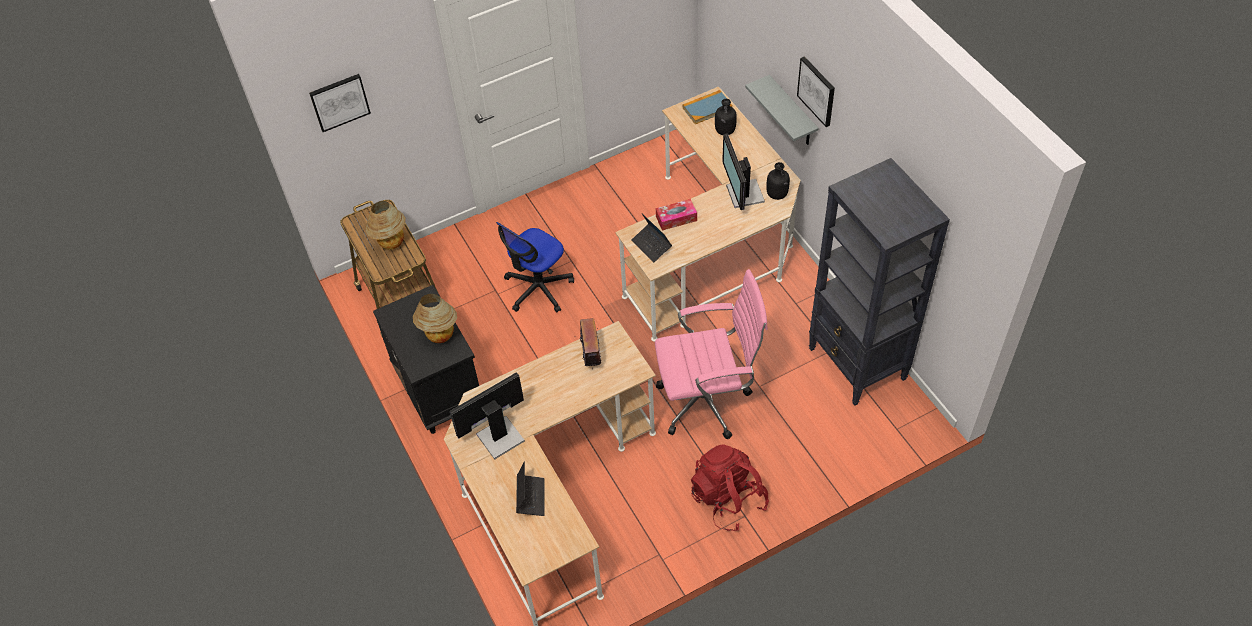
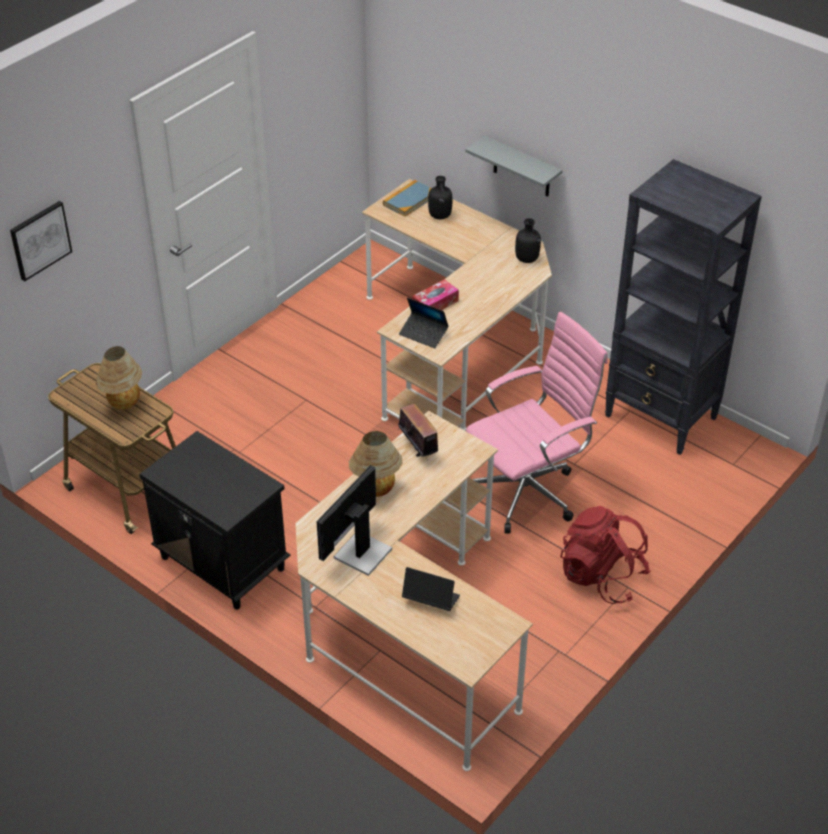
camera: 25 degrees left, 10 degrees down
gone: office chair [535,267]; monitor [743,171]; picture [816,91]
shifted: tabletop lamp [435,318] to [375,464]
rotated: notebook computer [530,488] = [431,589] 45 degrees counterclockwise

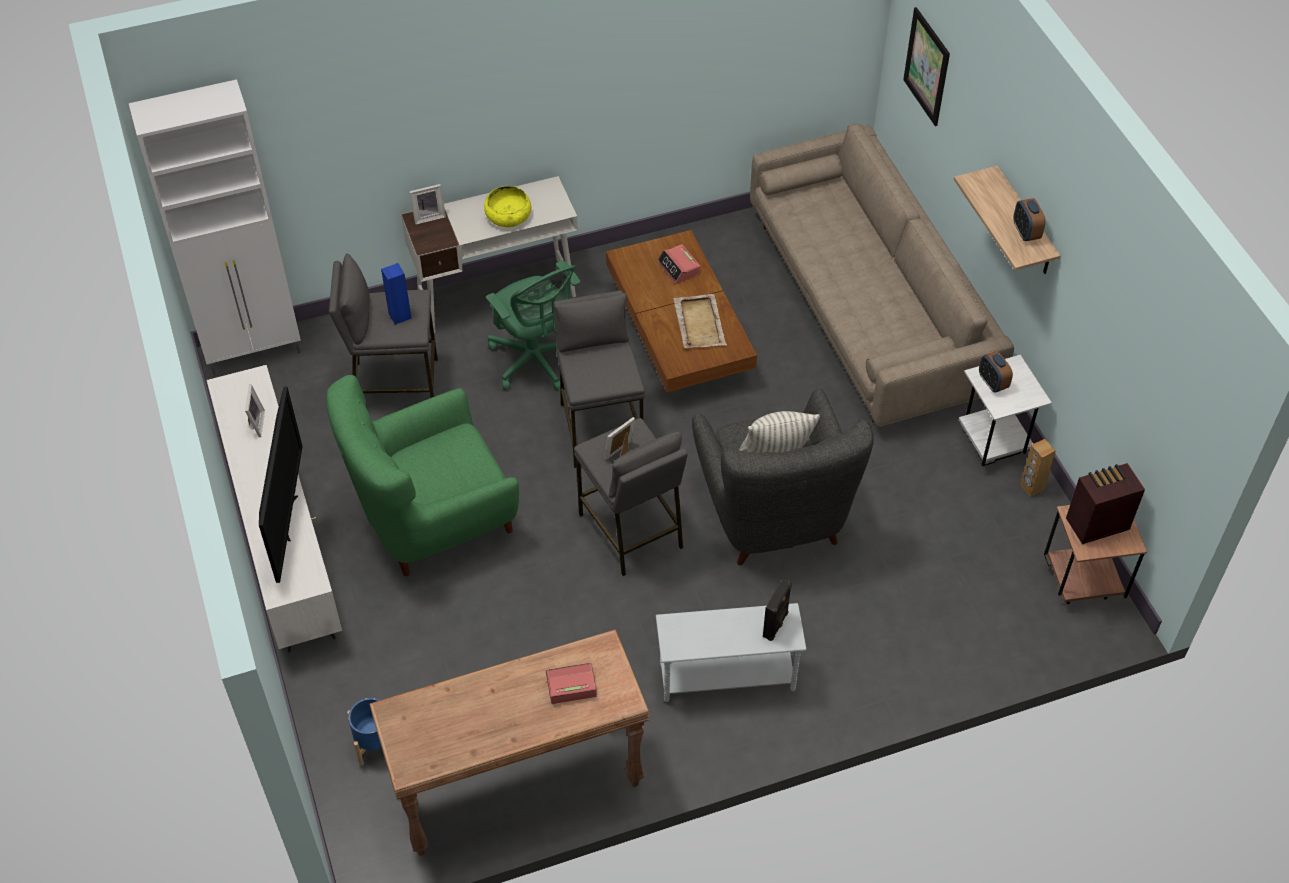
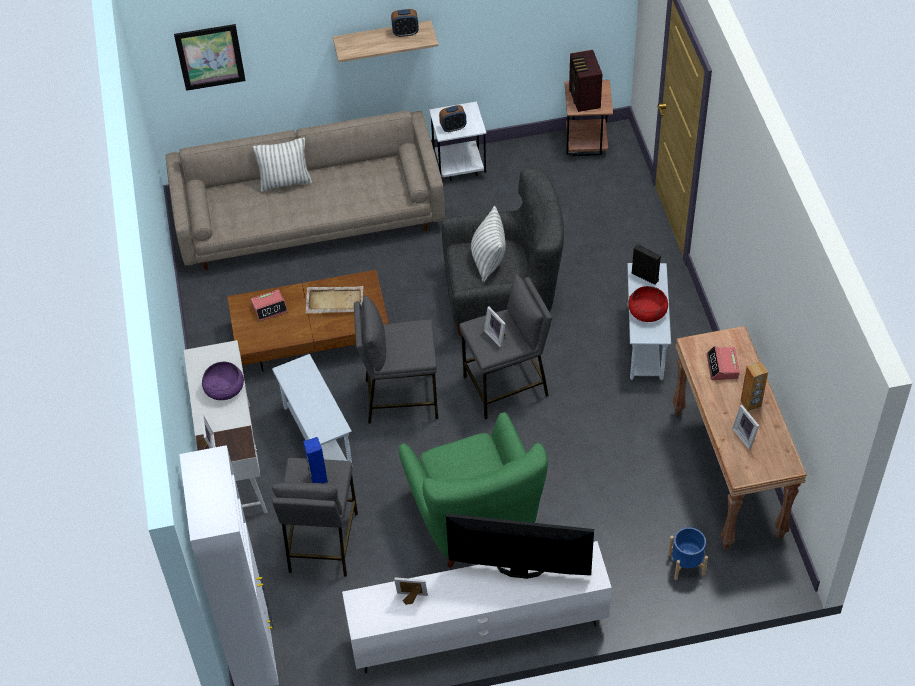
camera: 80 degrees left, 0 degrees up
new: cushion [283,164]; serving bowl (red-coloured) [648,304]; standing frame [745,427]
shifted: loudspeaker (brown-coloured) [1038,468] to [754,386]
swapped: office chair (greenish) [533,325] to end table (whitish) [312,408]
repainted: serving bowl (yellow) [507,207] to serving bowl (purple-coloured) [223,381]

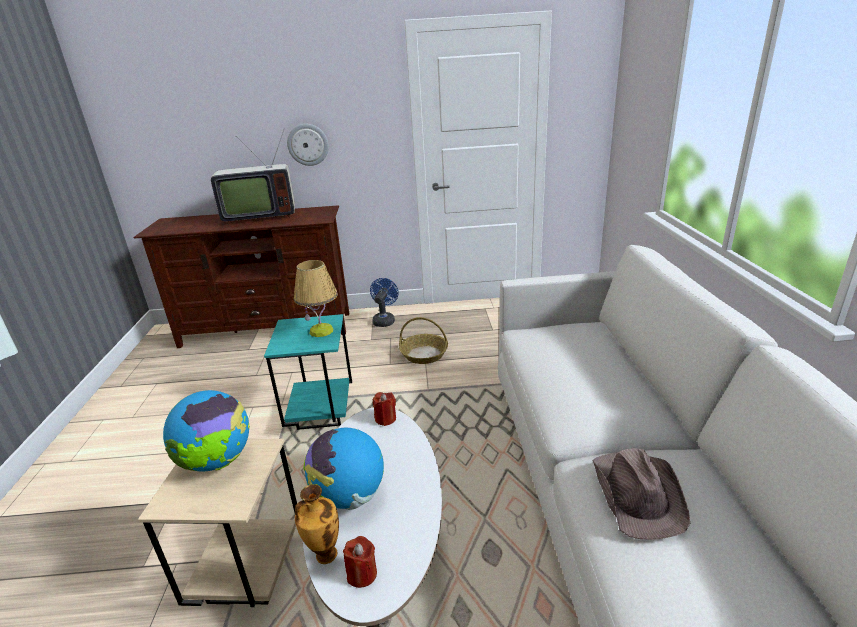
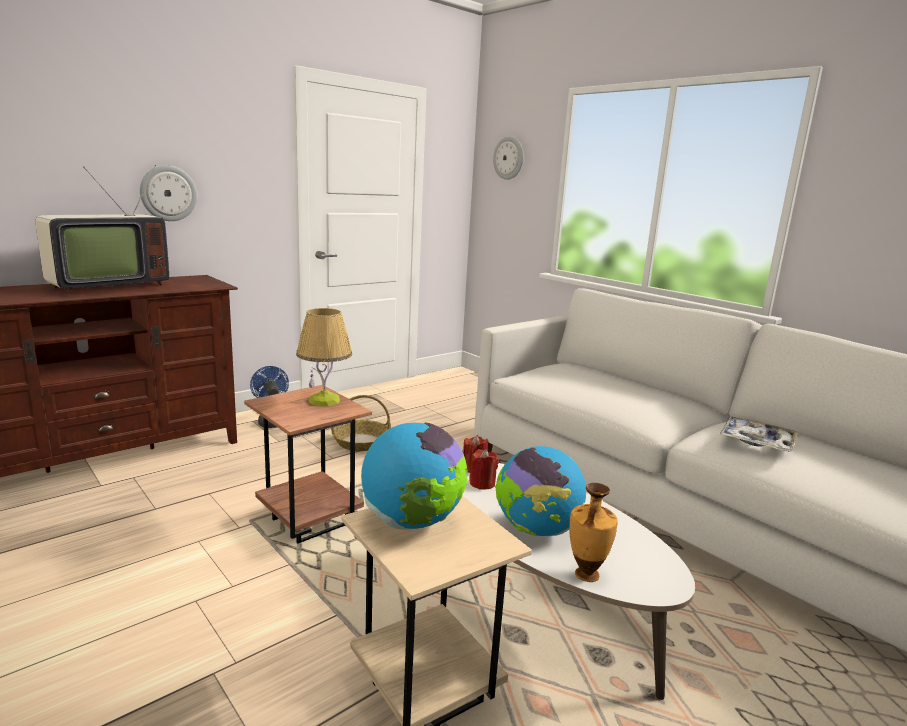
camera: 40 degrees left, 10 degrees down
new: wall clock [508,158]
shifted: candle (red-coloured) [360,562] to [484,469]
swapped: clothing hat (brown-coloured) [641,494] to serving tray [759,434]
repainted: end table (blue-green) [308,372] to end table (brown-coloured) [308,464]

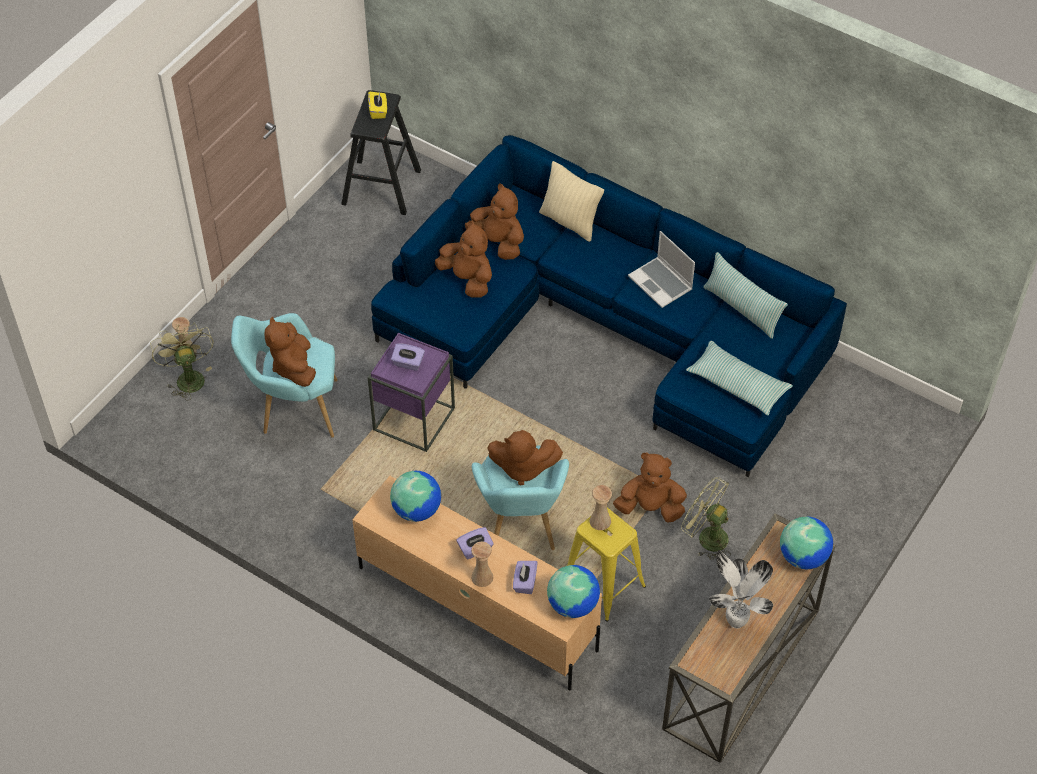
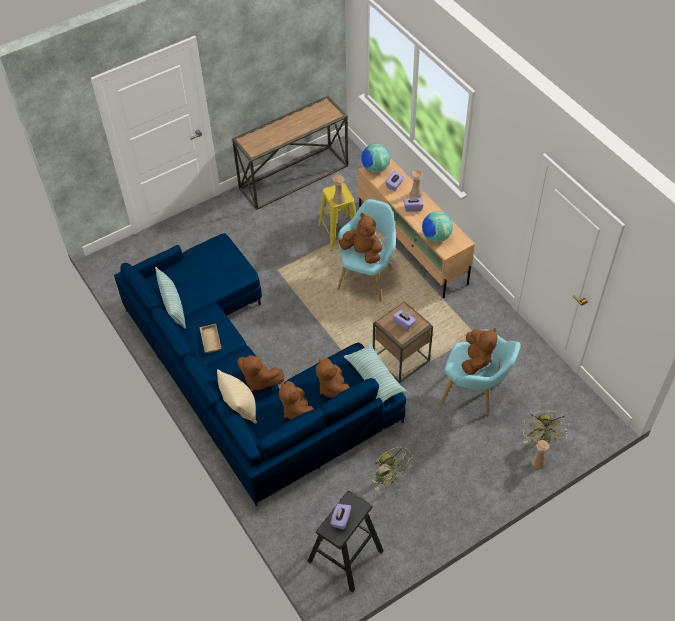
camera: 155 degrees left, 0 degrees up
gone: plant in a pot [741,589]; globe [806,543]
shifted: soft toy (brown-coloured) [650,488] to [261,373]; cooling fan (greenish) [706,518] to [392,468]; cushion [739,378] to [375,372]
swapped: notebook computer [661,269] to serving tray (sand-coloured) [210,338]
repainted: tissue box (yellow) [377,105] to tissue box (purple-coloured) [340,517]; end table (purple-coloured) [411,392] to end table (brown-coloured) [403,342]

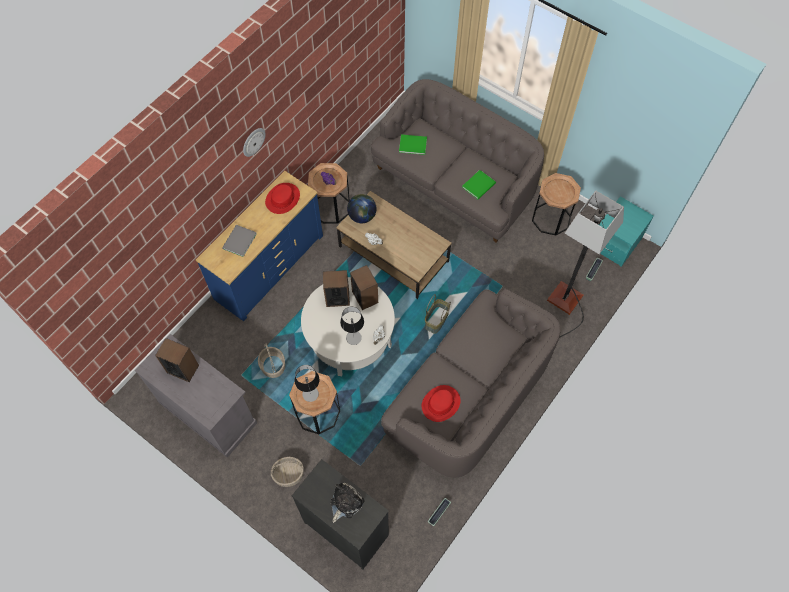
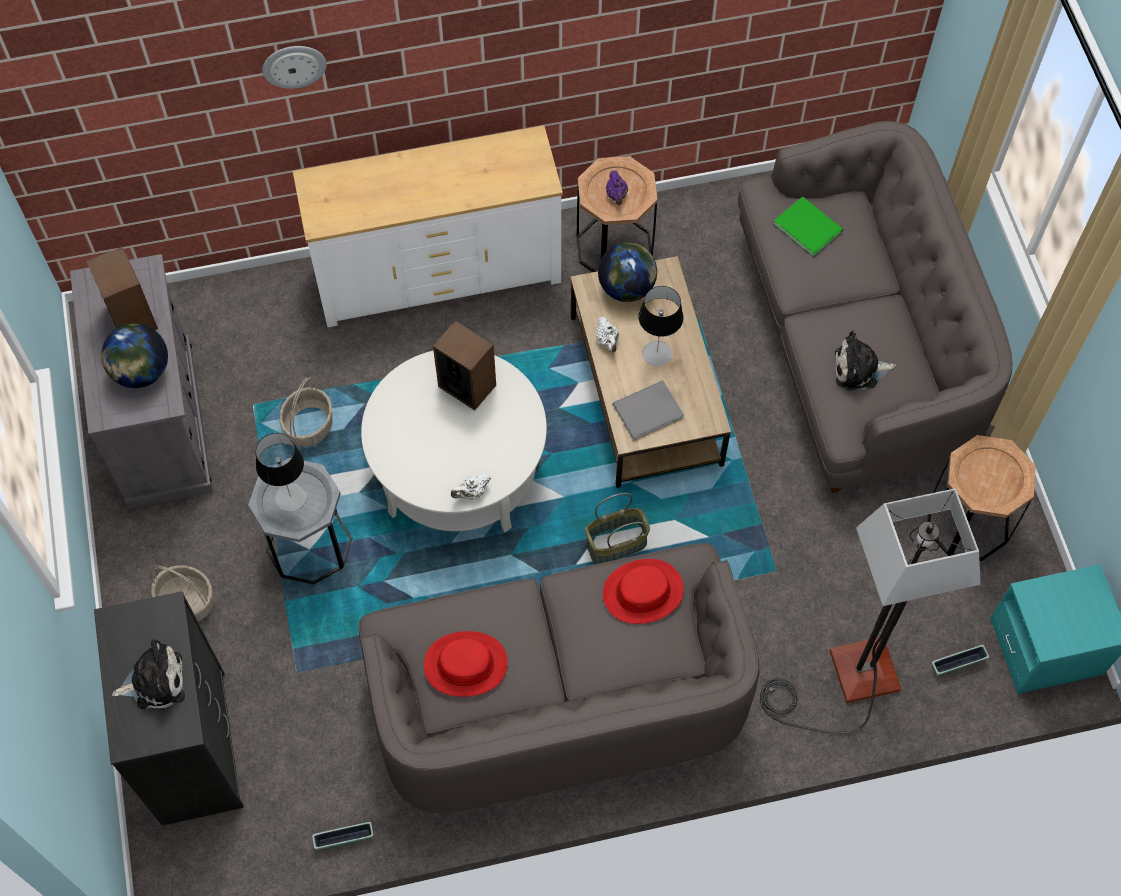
camera: 40 degrees right, 0 degrees up
gone: loudspeaker [364,287]
new: globe [134,355]
shifted: bound book (gray) [239,241] to [648,410]; wall clock [254,142] to [294,67]; clothing hat (red-coloured) [282,198] to [643,591]; tabletop lamp [352,326] to [660,326]
swapped: bound book (greenish) [479,184] to soft toy [865,360]
repainted: dresser (blue) [259,246] to dresser (whitish) [428,226]; end table (brown-coloured) [314,402] to end table (gray) [300,521]

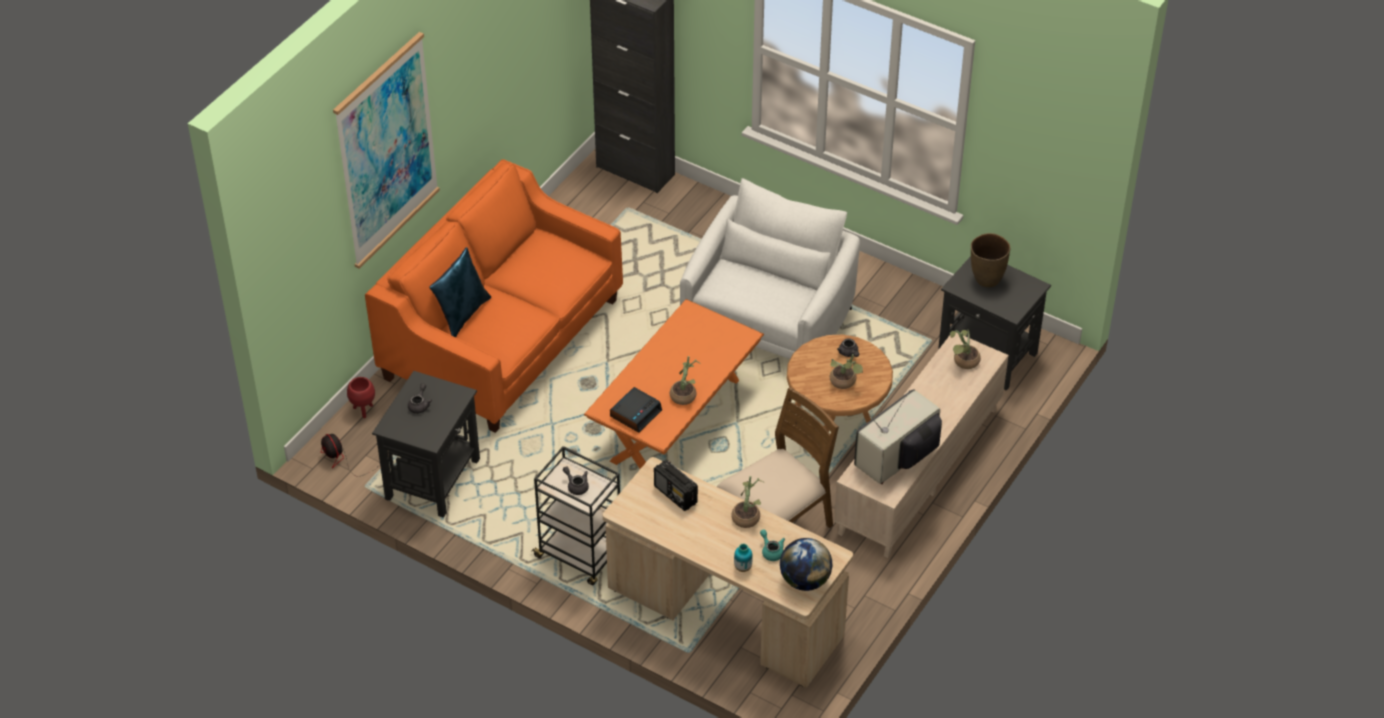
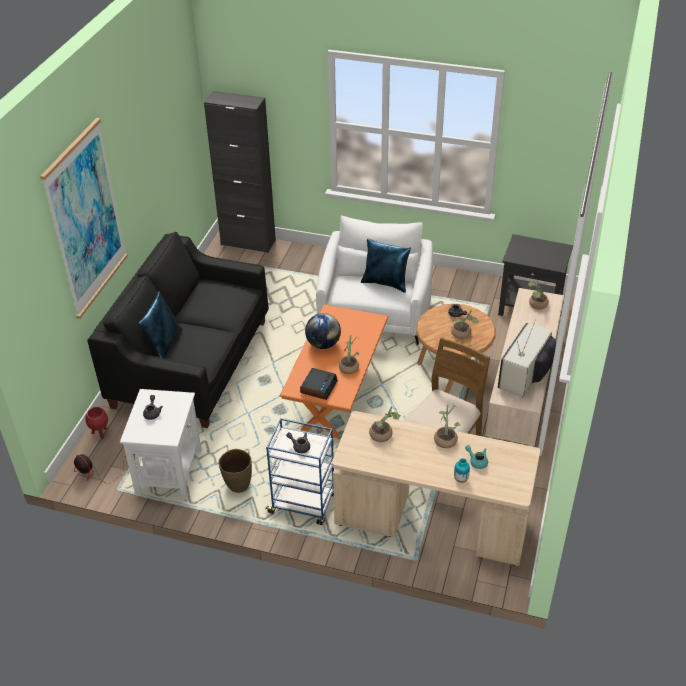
camera: 15 degrees left, 5 degrees down
new: cushion (blue) [386,266]
shifted: globe [806,564] to [323,331]; vase (brown-coloured) [990,260] to [235,471]
swapped: radio set [676,485] to plant in a pot [384,424]
repainted: couch (orange-coloured) [494,296] to couch (blackish) [178,330]; end table (blackish) [426,444] to end table (whitish) [161,444]; wheeled cart (blackish) [575,515] to wheeled cart (blue) [299,471]

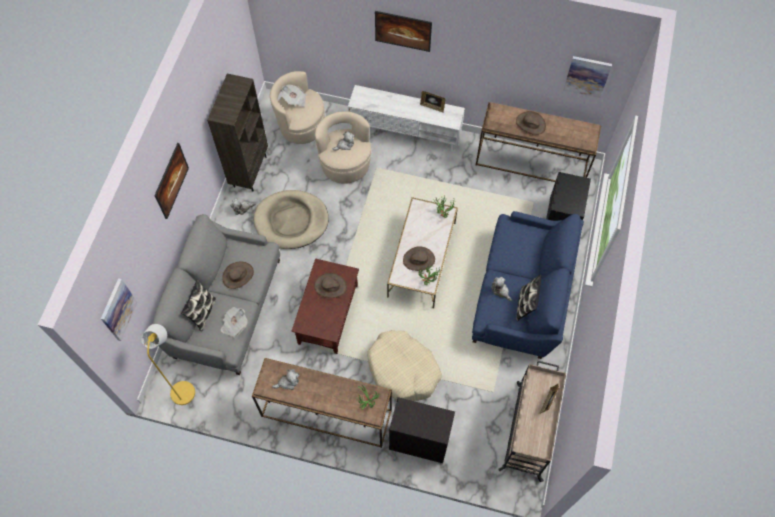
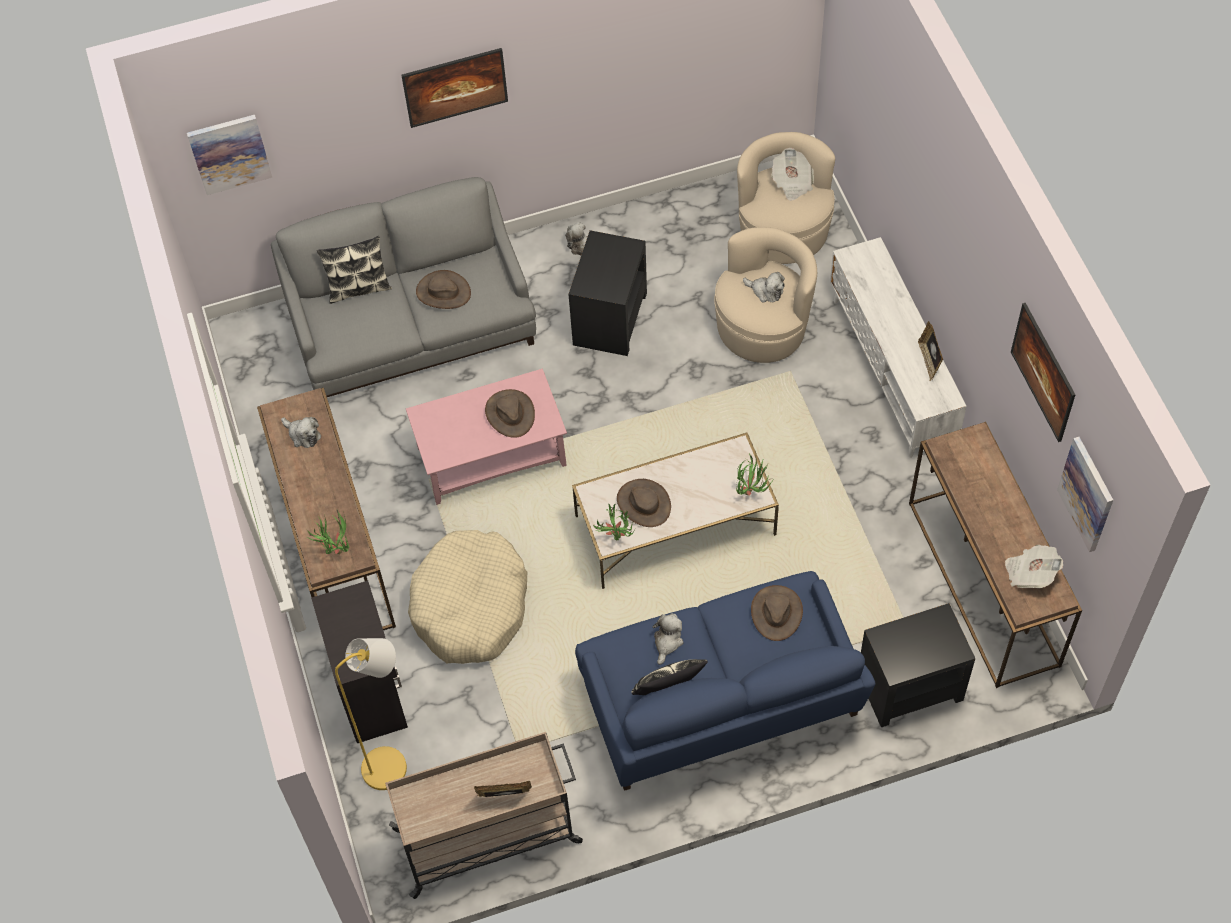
camera: 60 degrees right, 5 degrees down
gone: bookshelf (brown-coloured) [237,133]
shifted: floor lamp (yellow) [168,364] to [371,714]; newspaper [234,322] to [1034,566]; picture [403,31] to [1043,372]; clothing hat (brown-coloured) [531,123] to [777,613]
swapped: dog cushion (sand-coloured) [291,219] to end table (blackish) [608,293]
repainted: coffee table (brown-coloured) [325,306] to coffee table (pinkish) [486,437]

